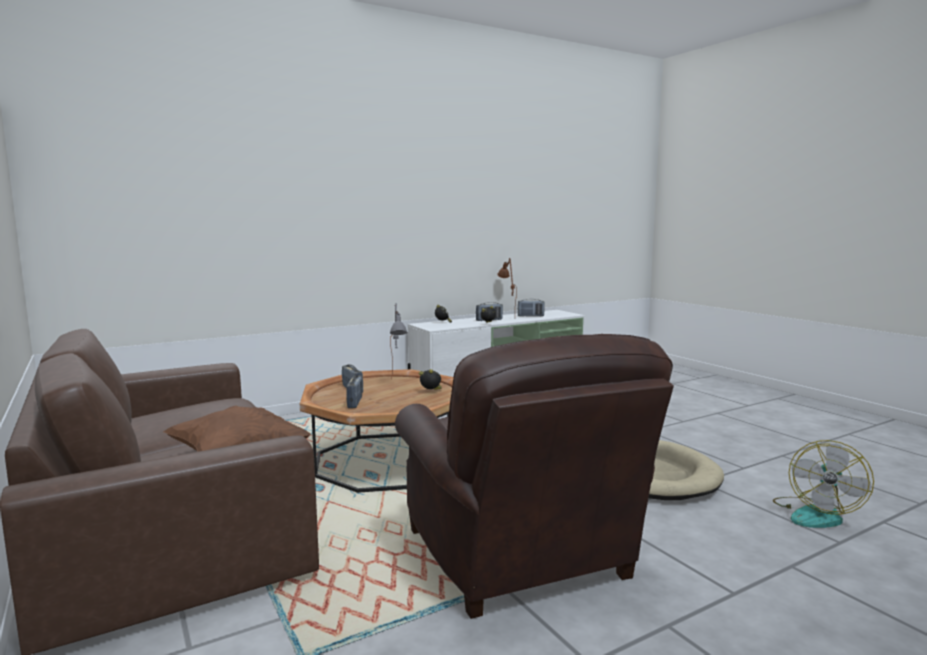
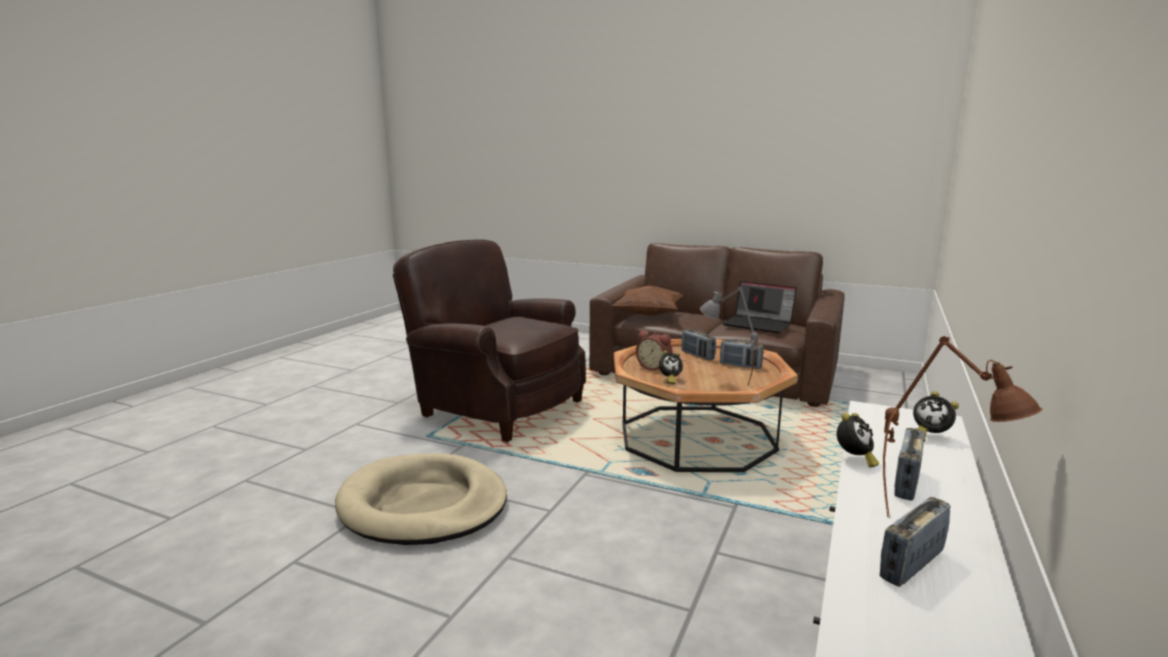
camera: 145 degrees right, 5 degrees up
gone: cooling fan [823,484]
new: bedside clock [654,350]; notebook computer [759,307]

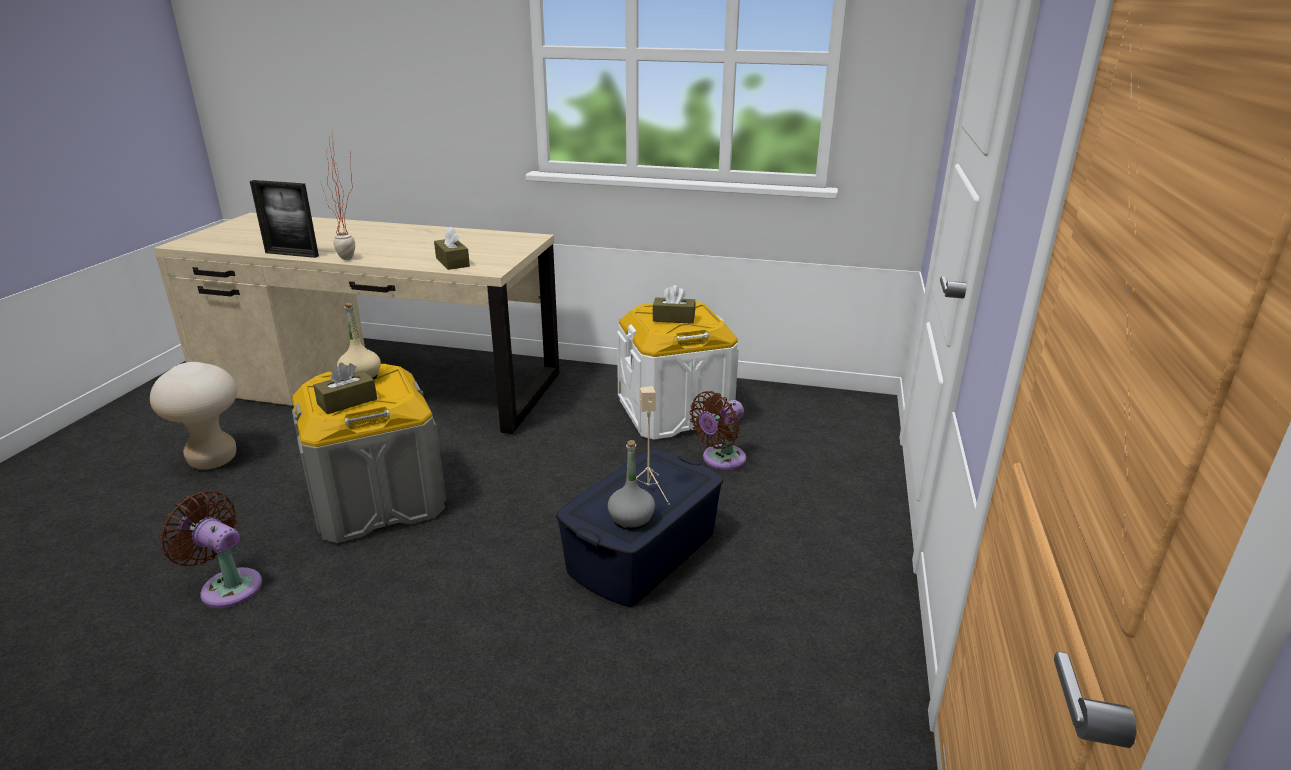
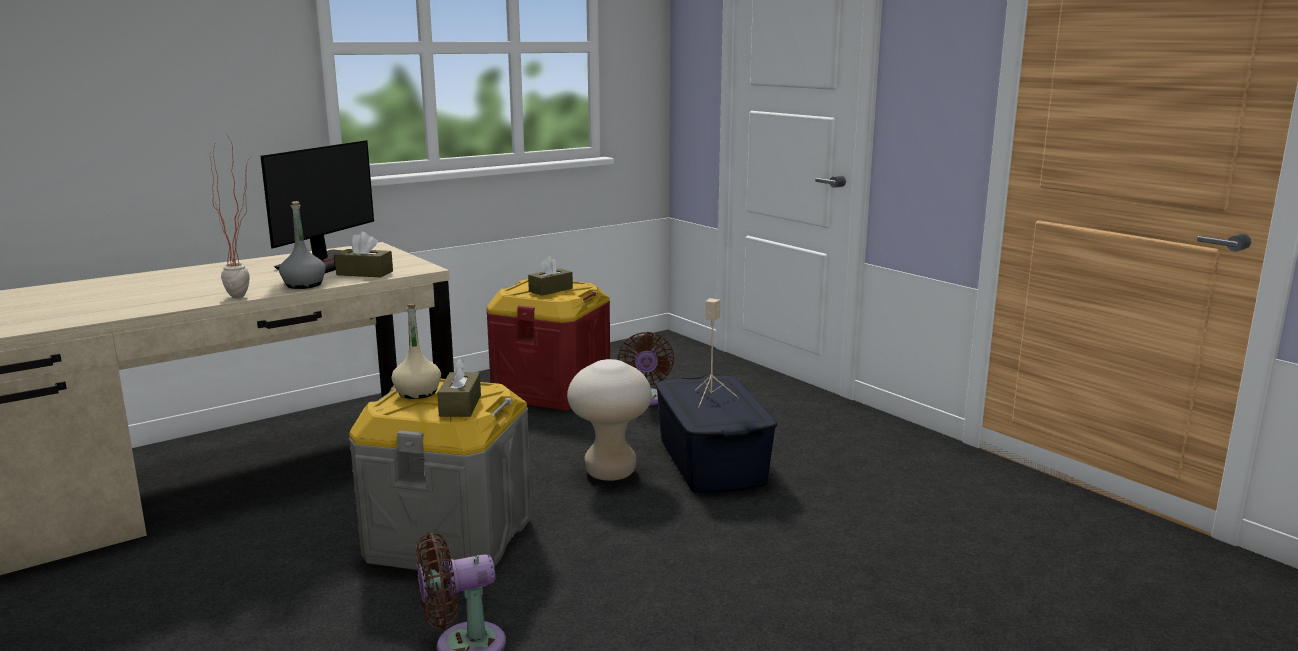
camera: 50 degrees left, 10 degrees down
gone: standing frame [284,219]
new: monitor [317,206]
shifted: sitting stool (sand-coloured) [193,415] to [609,420]; bottle (gray) [631,485] to [302,245]
repainted: storage container (whitish) [678,370] to storage container (red-coloured) [548,345]

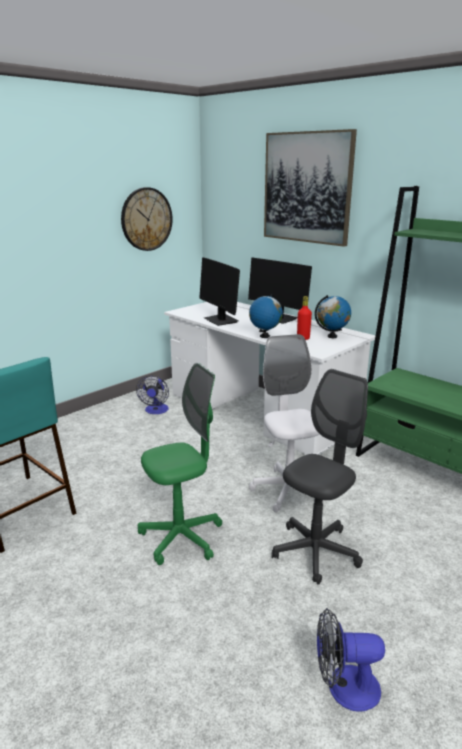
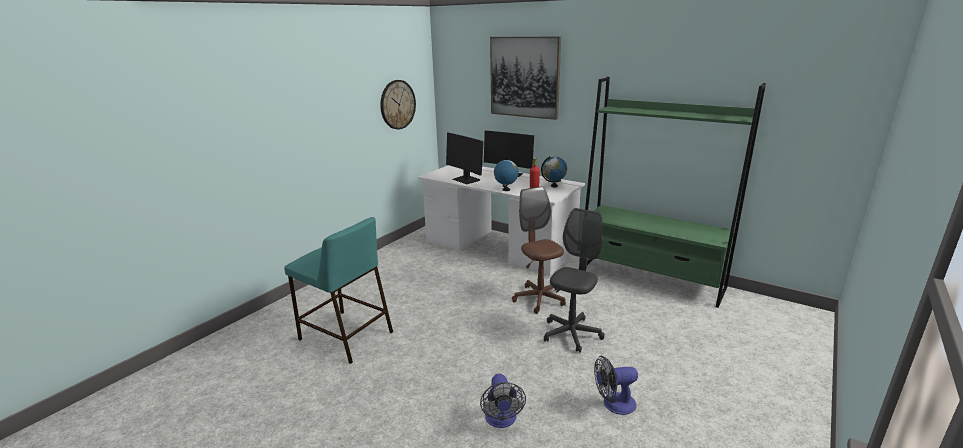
camera: 10 degrees left, 0 degrees up
gone: office chair (greenish) [180,463]
shifted: cooling fan [152,395] to [503,401]
repainted: office chair (whitish) [284,423] to office chair (brown-coloured) [539,250]

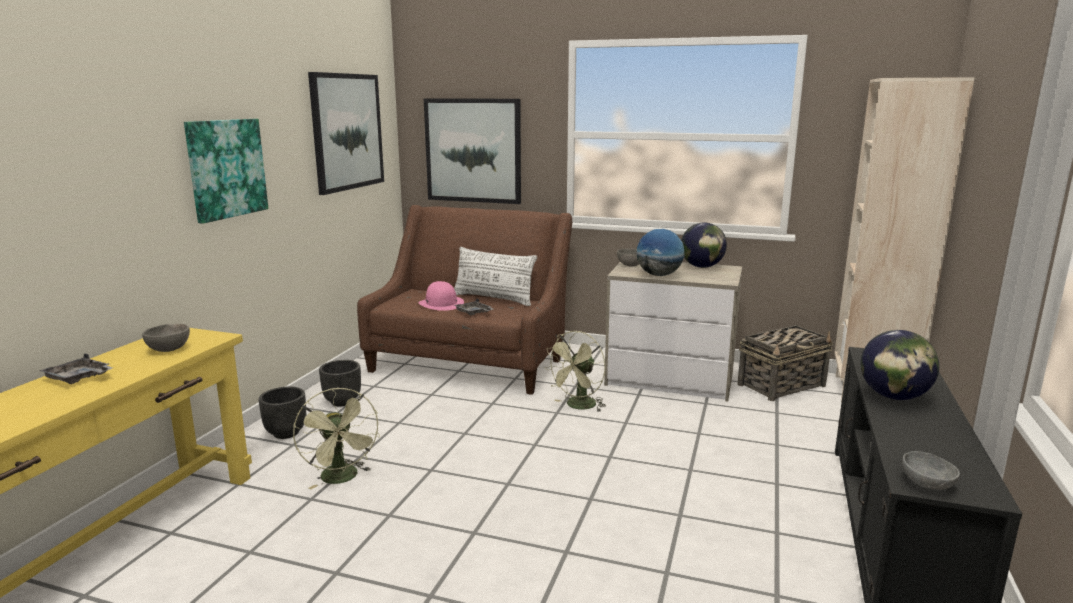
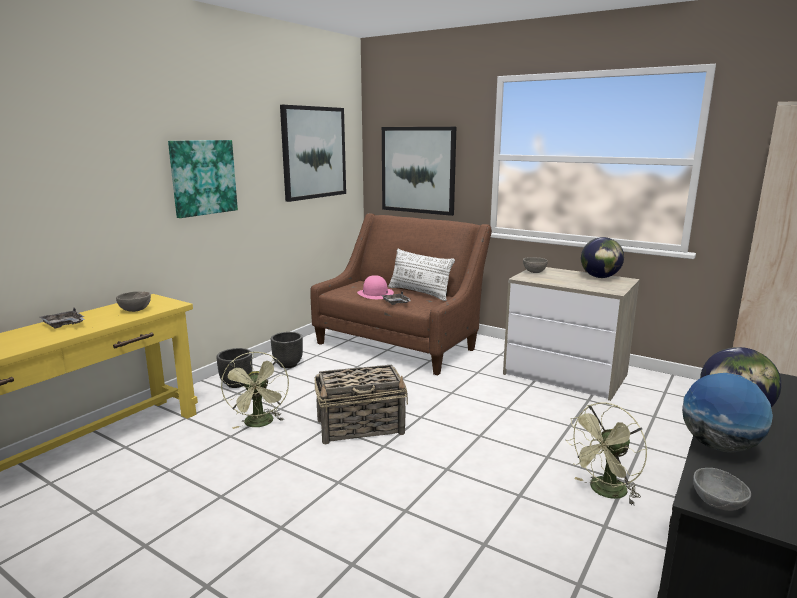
camera: 15 degrees right, 0 degrees up
shifted: cooling fan (greenish) [575,371] to [606,454]; globe [660,252] to [727,413]; basket [785,363] to [361,404]

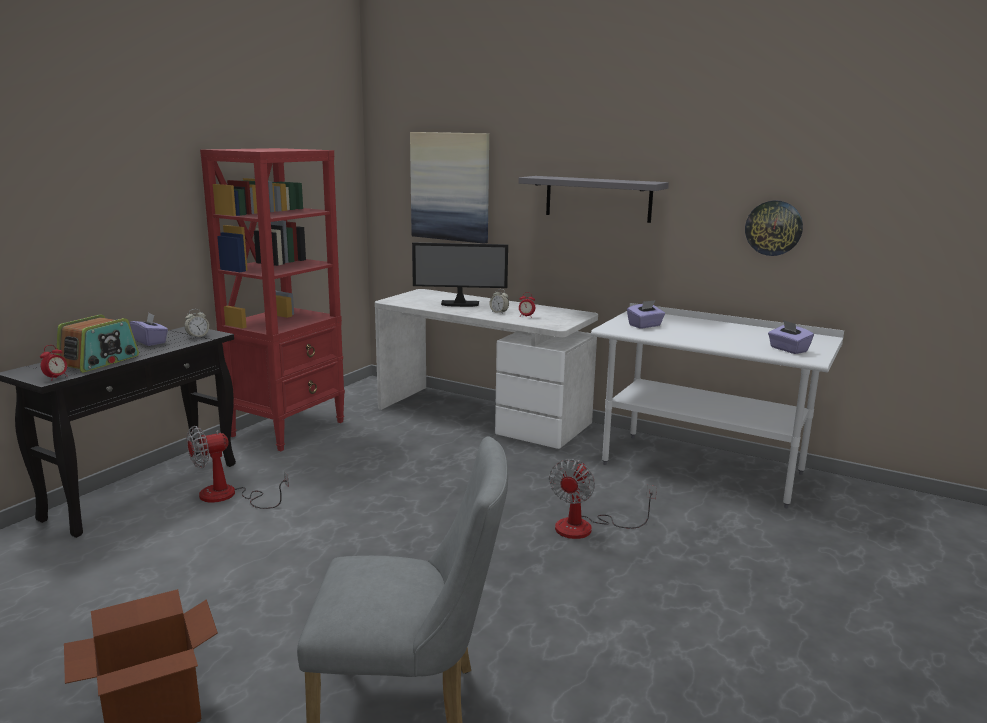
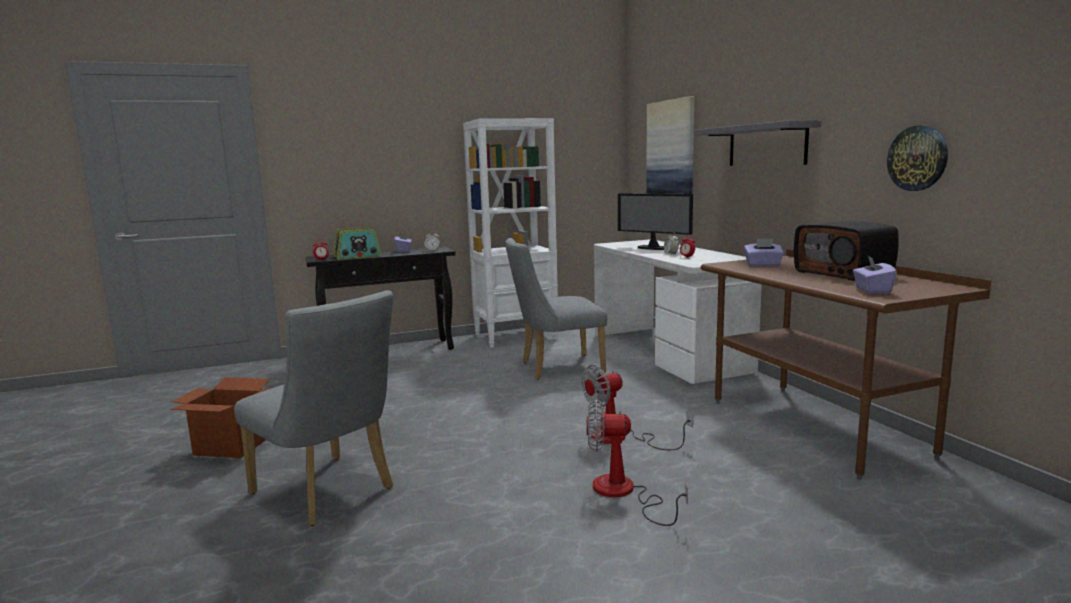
camera: 40 degrees right, 5 degrees down
new: chair (gray) [556,309]; radio set [846,251]
shifted: cooling fan [238,467] to [637,462]
repainted: bookshelf (red-coloured) [272,299] to bookshelf (whitish) [510,233]; desk (whitish) [717,405] to desk (brown-coloured) [846,364]

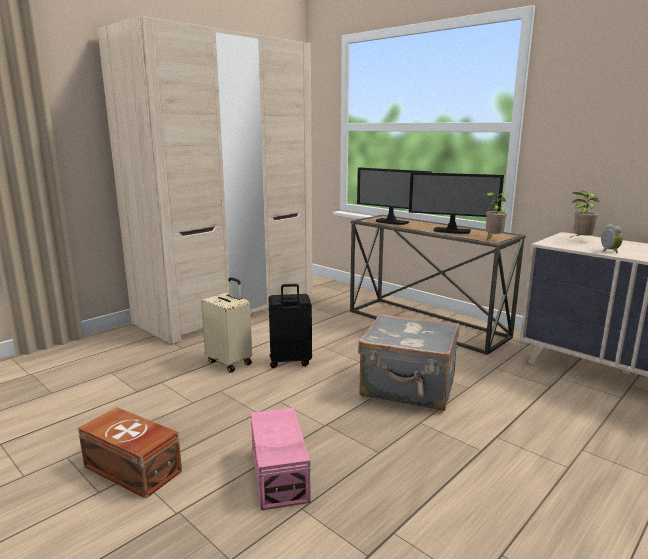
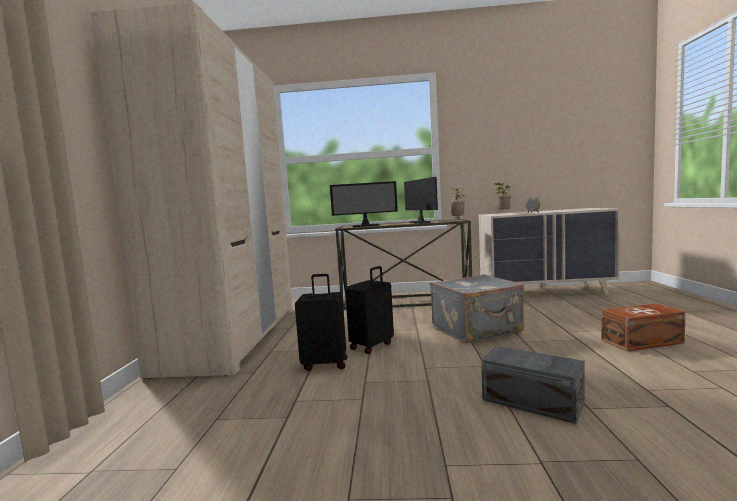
camera: 40 degrees left, 10 degrees down
shifted: storage container (brown-coloured) [130,453] to [643,327]
repainted: piece of luggage (sand-coloured) [226,324] to piece of luggage (blackish) [321,322]; storage container (pinkish) [281,459] to storage container (gray) [533,385]
rotated: monitor [456,203] = [421,200] 90 degrees counterclockwise

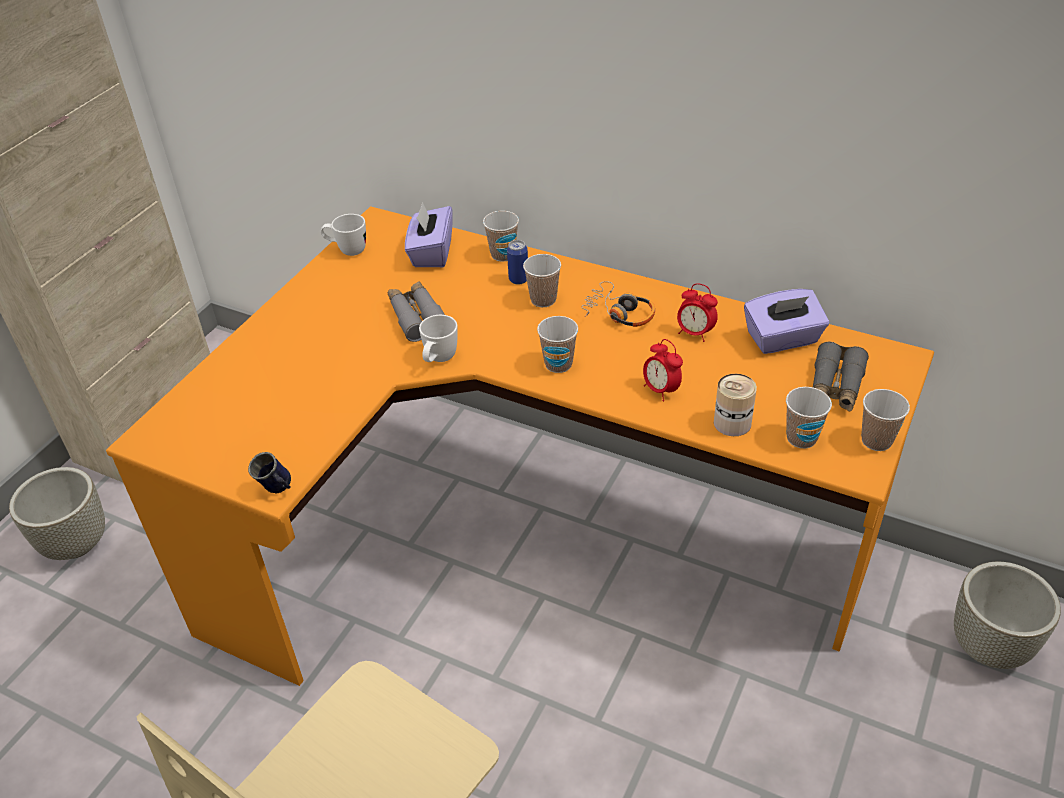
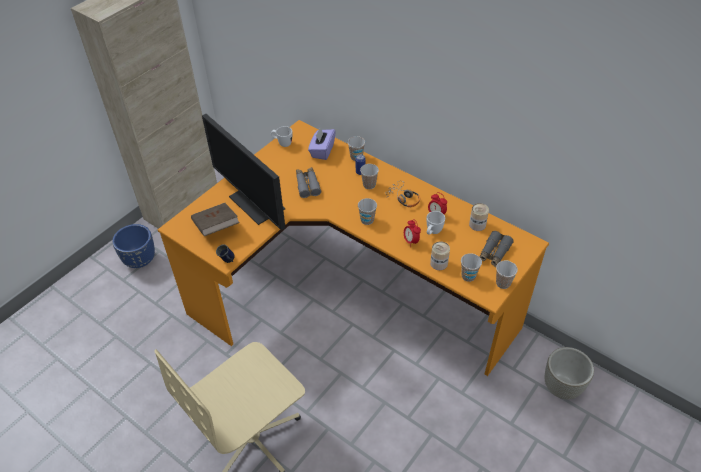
camera: 10 degrees right, 5 degrees up
new: bound book (brown-coloured) [215,219]; monitor [243,172]
shifted: tea mug (whitish) [438,338] to [436,223]
swapped: tissue box (purple-coloured) [786,321] to metal can [479,217]
repainted: plant pot (gray) [57,513] to plant pot (blue) [133,246]

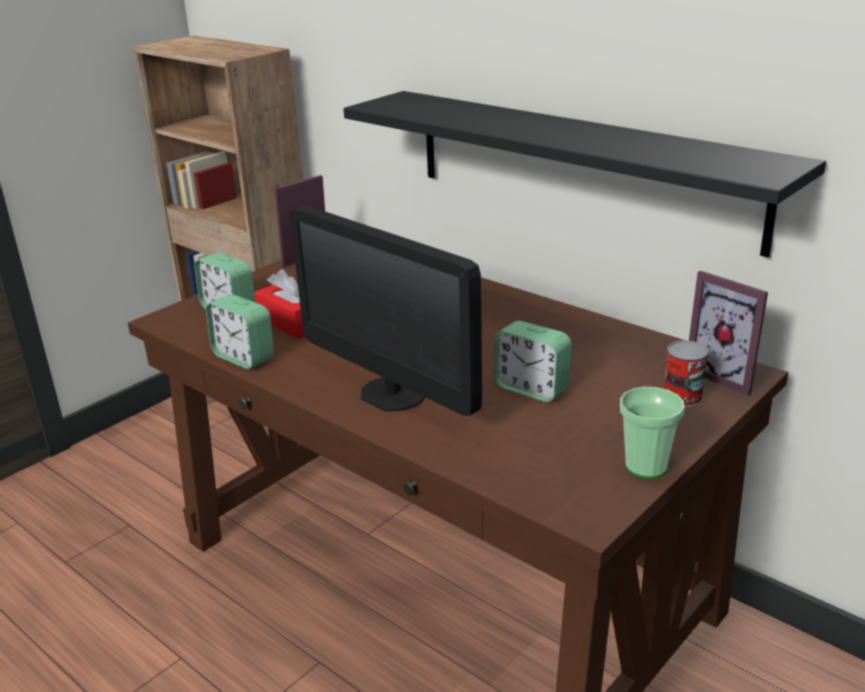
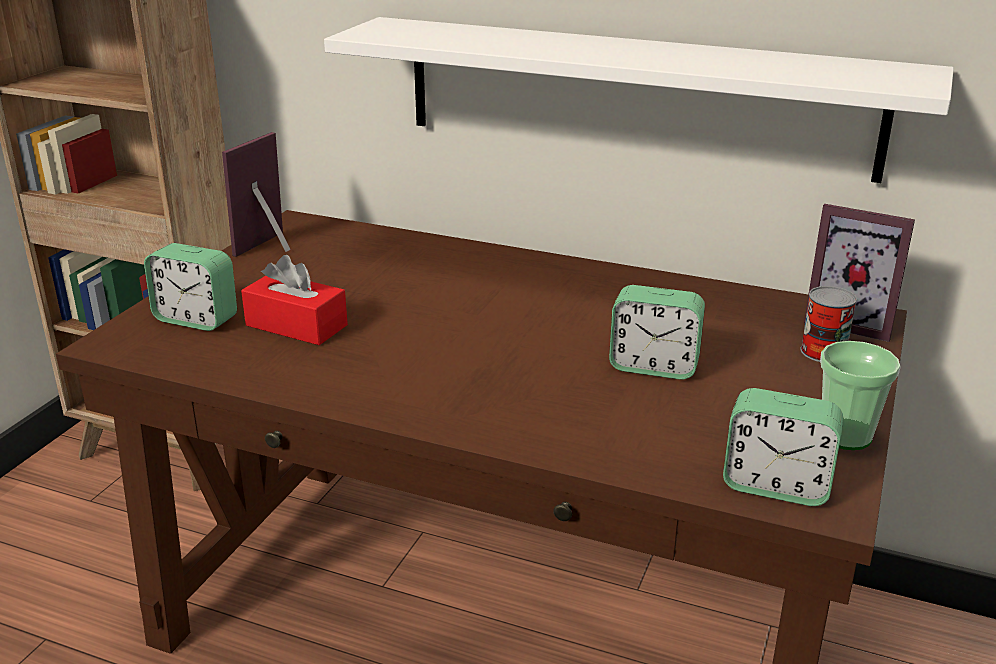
camera: 20 degrees left, 0 degrees up
gone: monitor [386,311]
shifted: bedside clock [239,331] to [783,447]
repainted: bracket shelf (blackish) [585,174] to bracket shelf (whitish) [639,100]

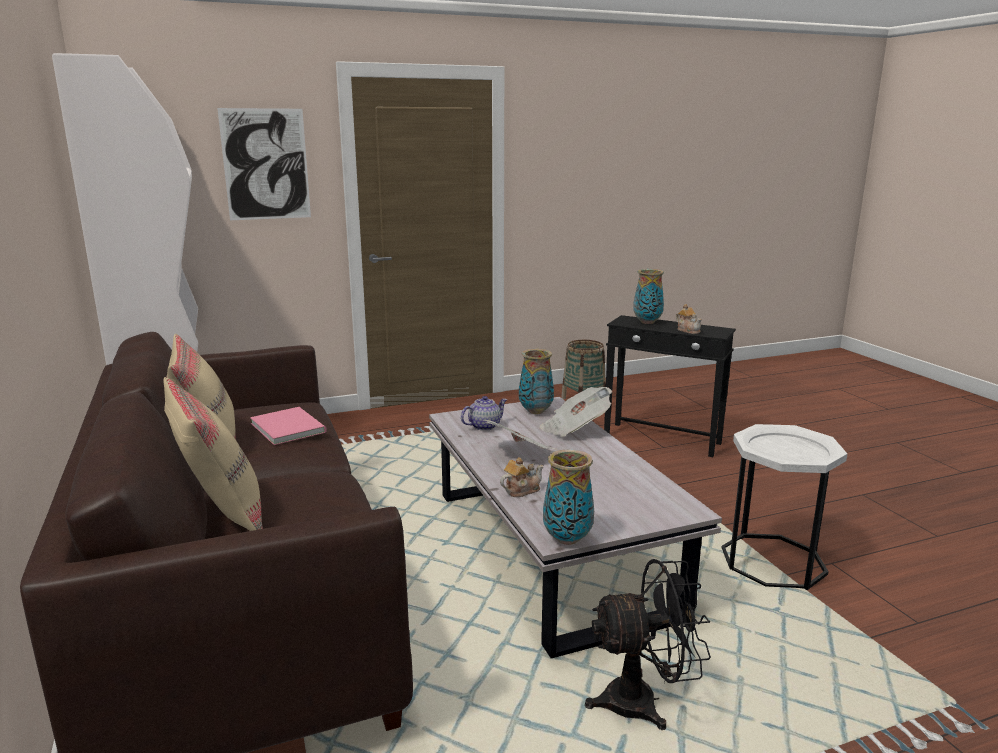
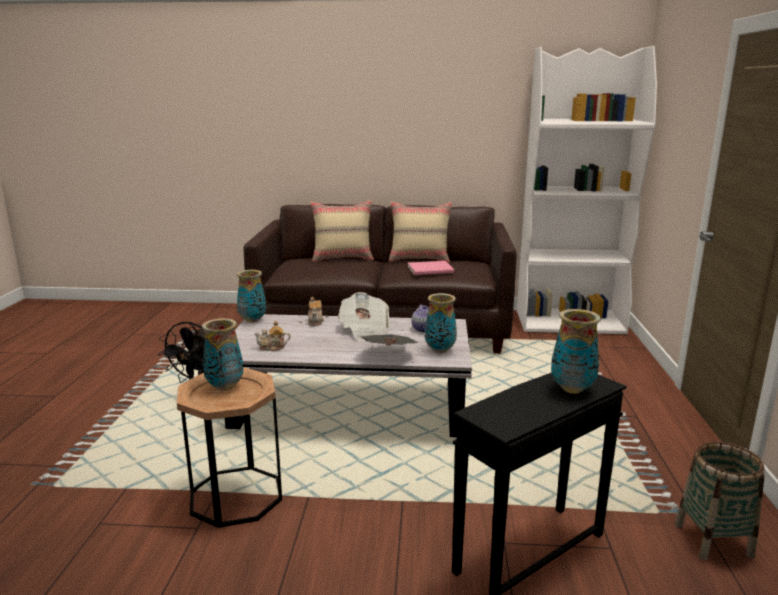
camera: 115 degrees right, 0 degrees up
gone: picture [264,164]
new: vase [222,354]
shifted: teapot [689,319] to [272,336]
repainted: end table (whitish) [784,507] to end table (brown-coloured) [229,447]

